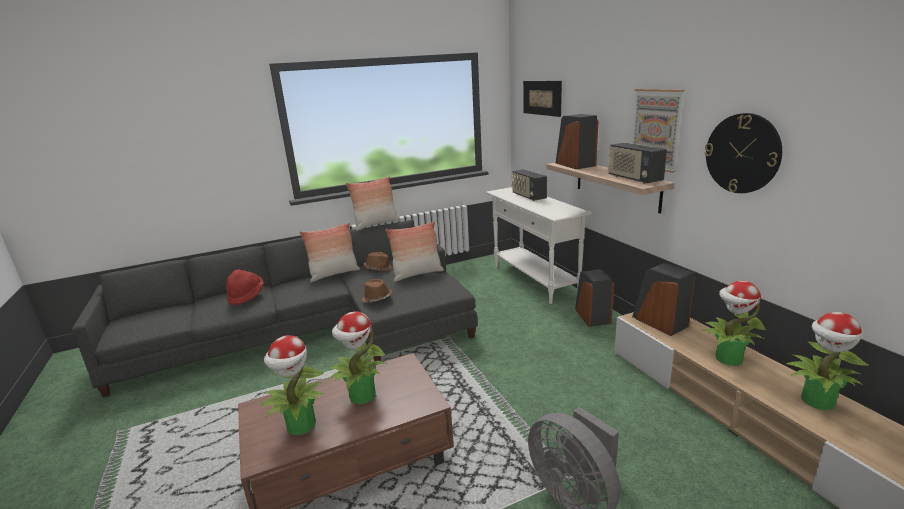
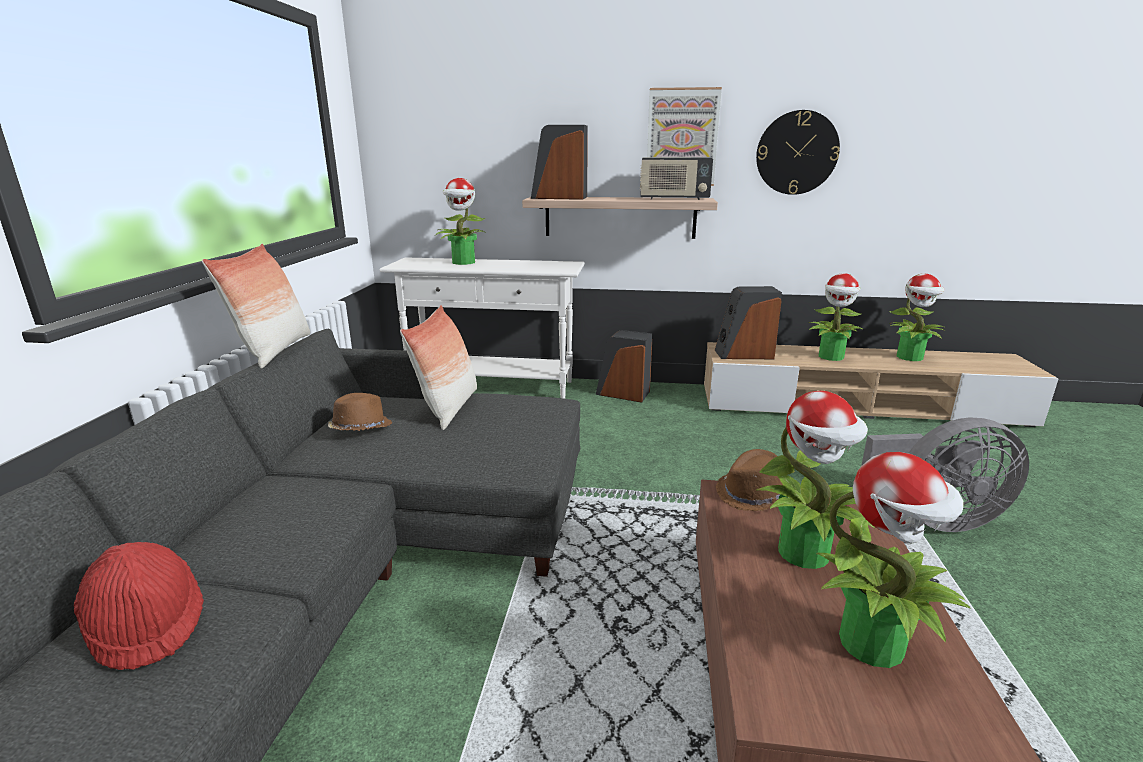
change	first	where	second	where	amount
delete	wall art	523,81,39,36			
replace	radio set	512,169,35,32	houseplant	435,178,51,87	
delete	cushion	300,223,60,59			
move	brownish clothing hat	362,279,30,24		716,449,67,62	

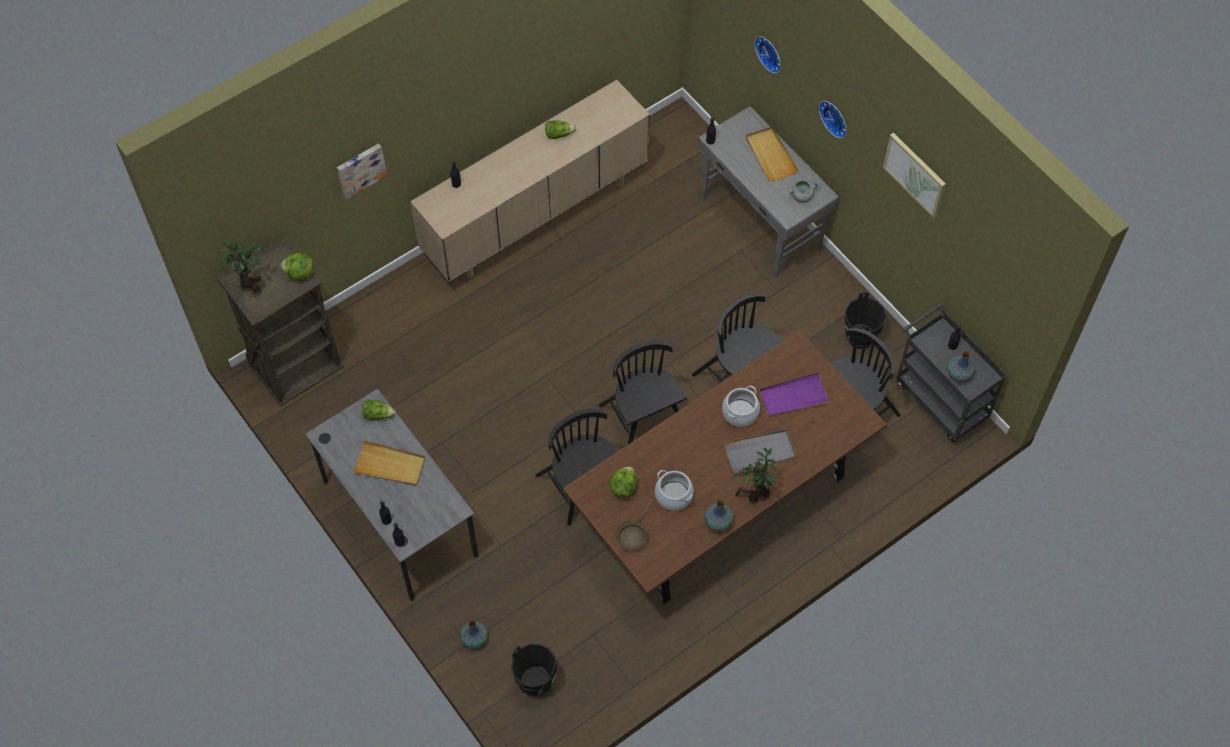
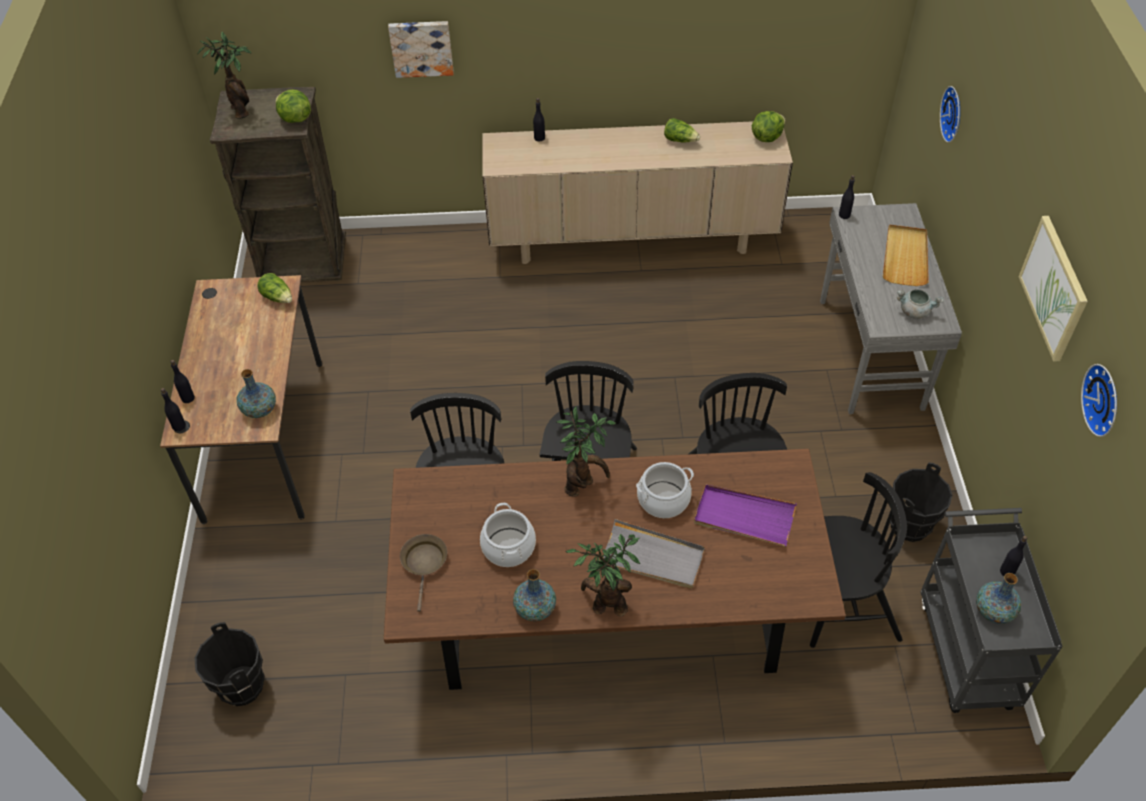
change	first	where	second	where	amount
move	wall clock	819,101,28,37		1081,364,36,73	
recolor	grey desk table	305,389,173,212	brownish desk table	160,275,162,249	
delete	sand-coloured serving tray	353,440,73,46			
move	head of lettuce	609,466,29,33		752,111,33,31	
rotate	brownish skillet	616,502,36,48		400,534,47,78	120 degrees clockwise
move	flower vase	460,620,28,29		237,369,39,49	
insert			houseplant	556,407,60,90	

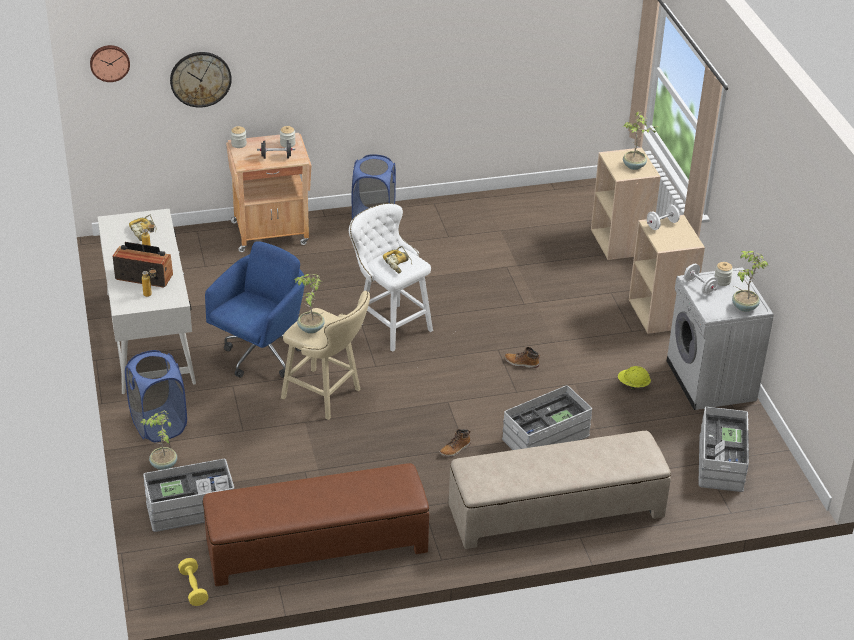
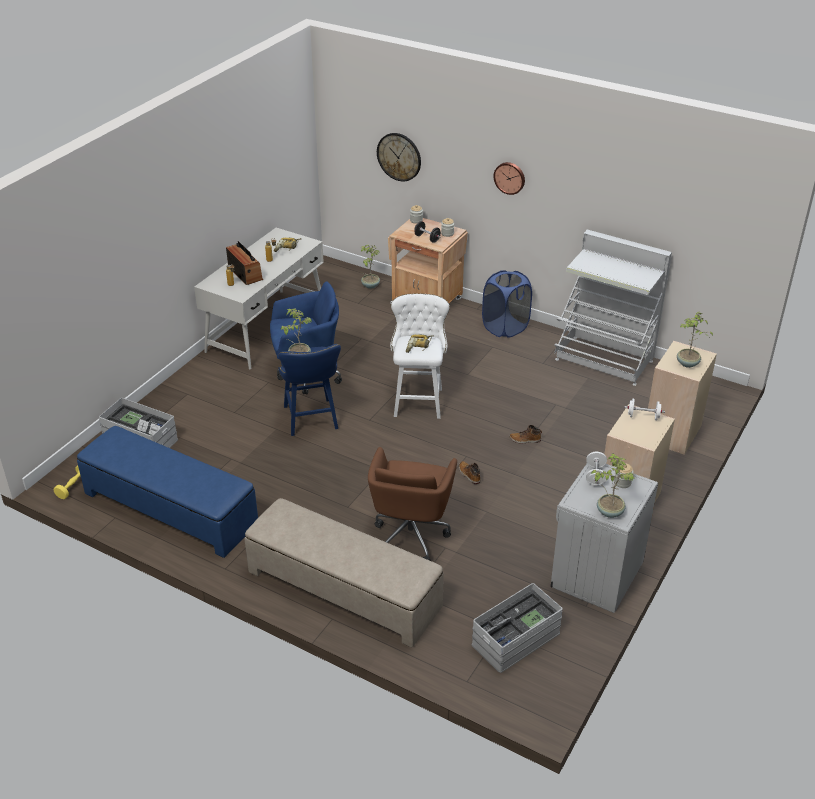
change	first	where	second	where	amount
move	wall clock	90,45,40,37		493,162,32,33	
recolor	sand-coloured sitting stool	281,291,89,129	blue-coloured sitting stool	278,344,63,92	
delete	blue-coloured laundry basket	125,350,62,92			
delete	yellowish work helmet	618,366,33,24			
replace	grey storage bin	502,385,90,65	brownish office chair	368,447,89,114	
move	houseplant	141,410,36,60		360,245,20,44	
move	tall boot	440,429,31,28		510,425,32,18	
recolor	brownish long seat	203,463,226,123	blue-coloured long seat	77,426,181,132	
insert			white shoe shelf	554,230,118,156	

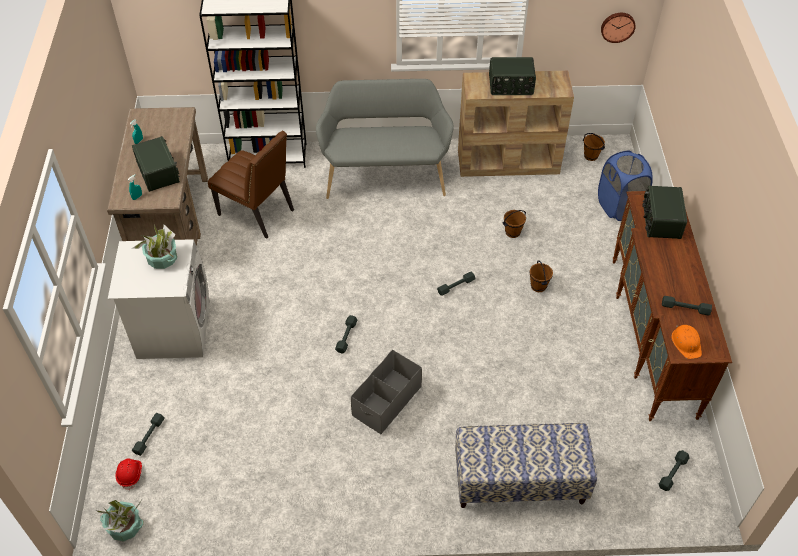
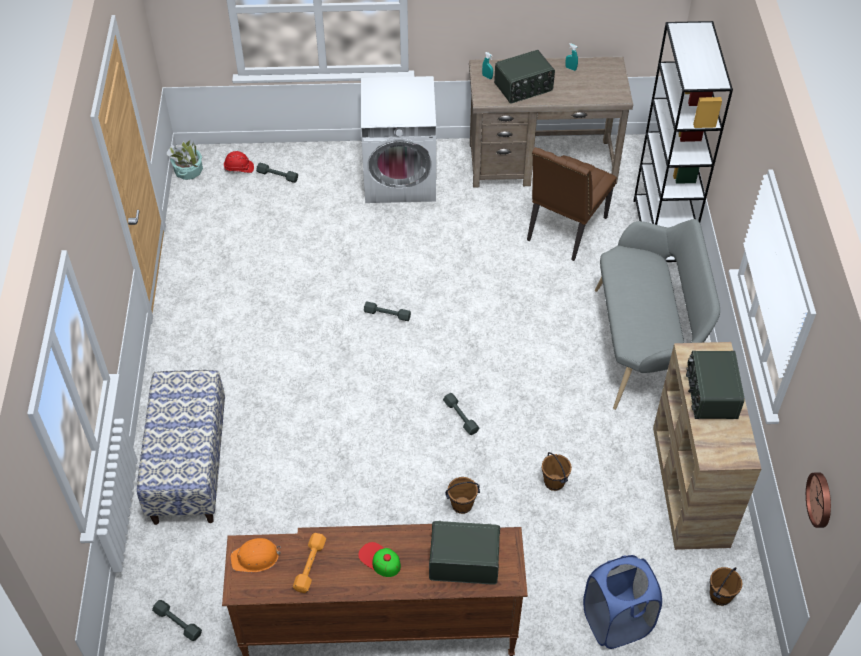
change	first	where	second	where	amount
delete	houseplant	133,224,44,45			
recolor	grey dumbbell	662,296,50,19	orange-coloured dumbbell	293,533,33,60	
delete	grey storage bin	351,349,71,86			
insert			cap	358,542,43,35	

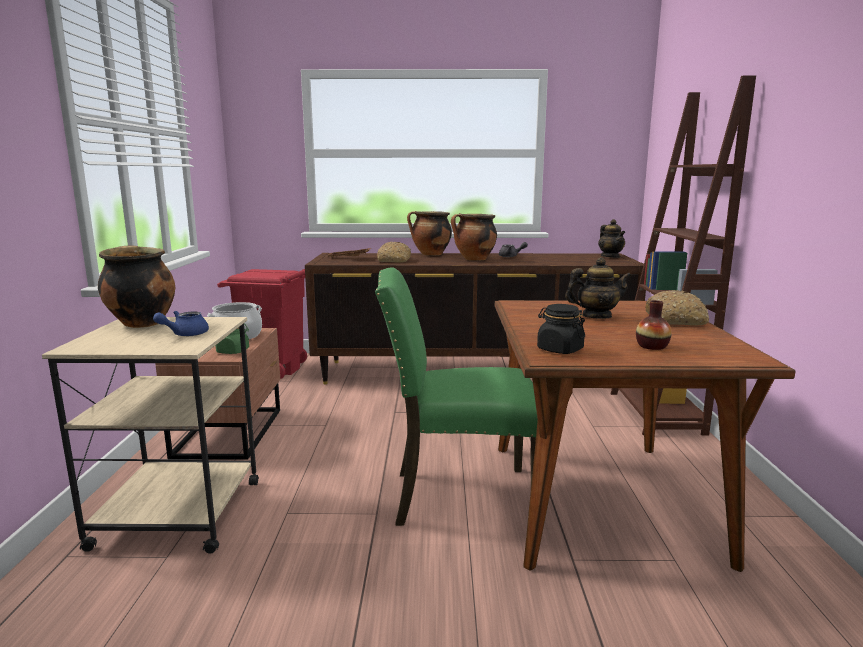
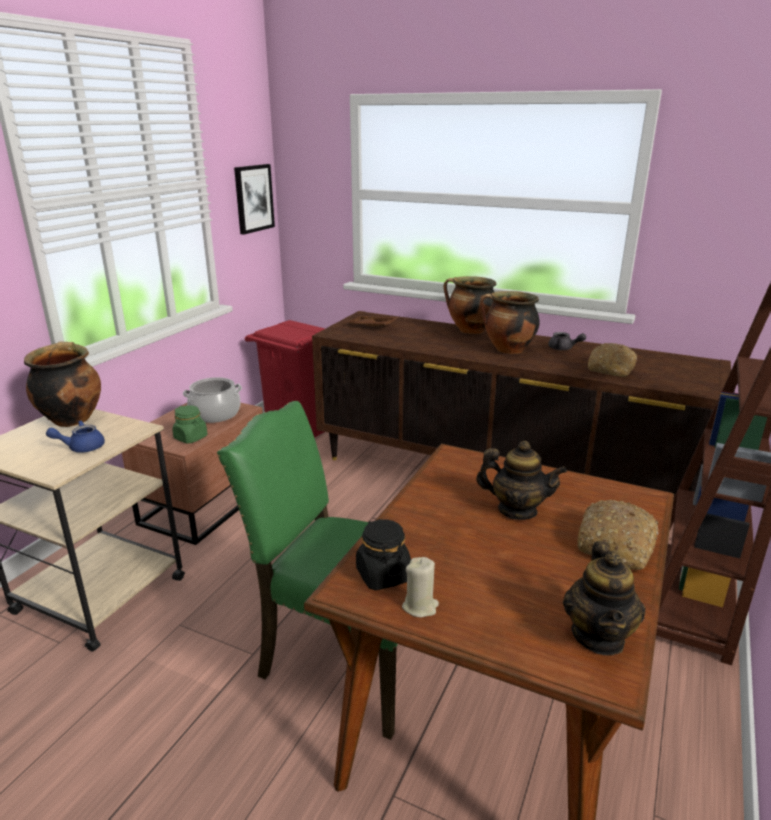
change	first	where	second	where	amount
move	tea pot	598,219,27,39		563,541,82,114	
move	bakery bread	377,242,34,20		588,343,49,34	
delete	flower vase	636,300,36,50			
insert			wall art	234,164,41,71	
insert			sand-coloured wax candle	402,557,37,60	

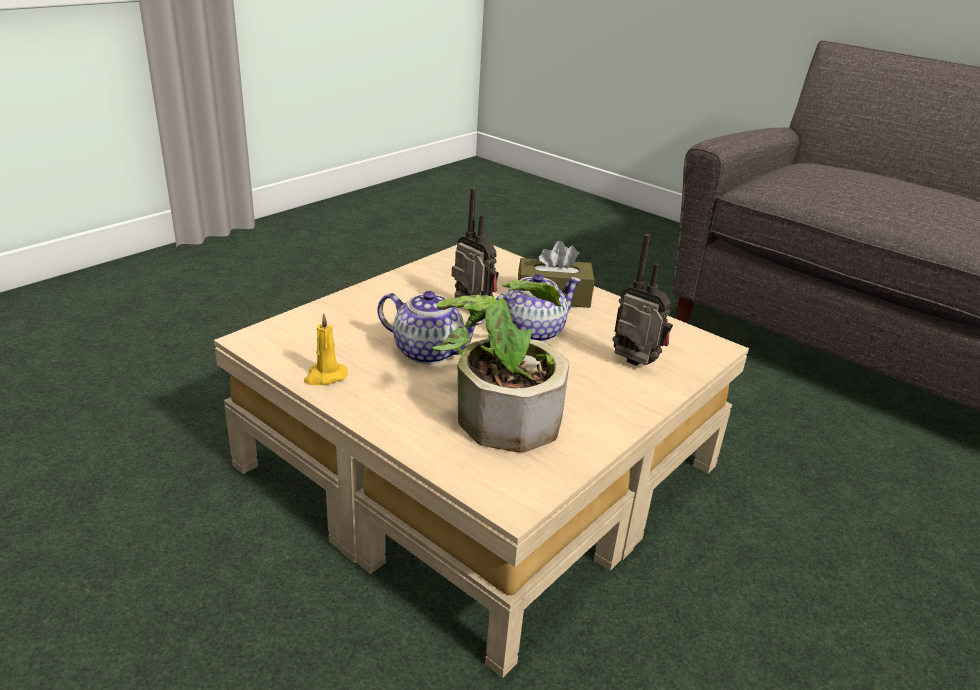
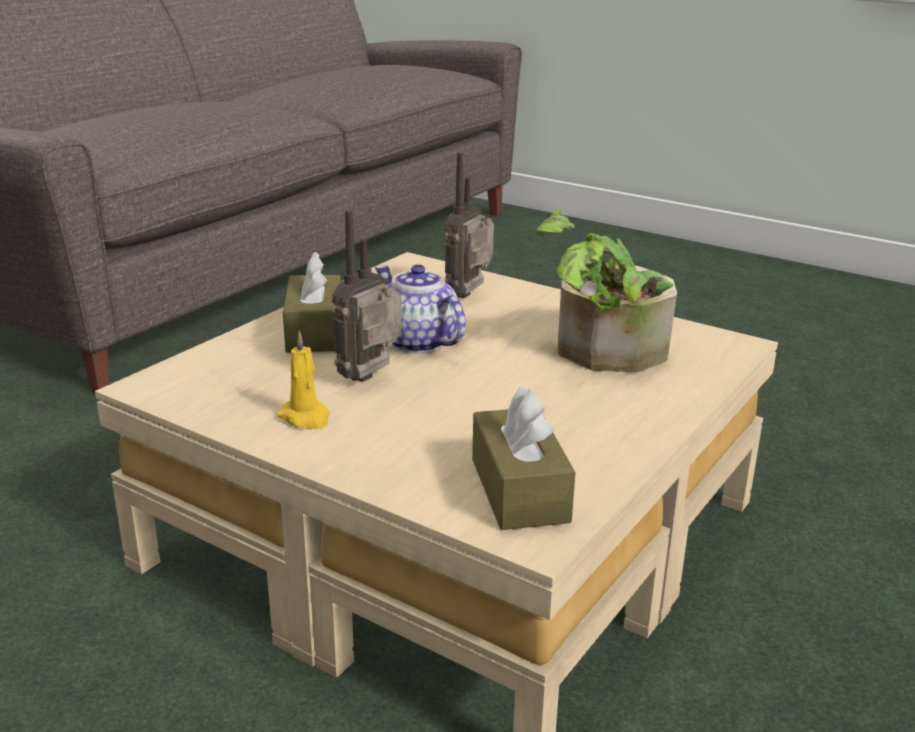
change	first	where	second	where	amount
delete	tea pot	378,291,105,73			
move	yellowish wax candle	304,313,44,72		277,330,53,99	
insert			brownish tissue holder	472,387,104,143	

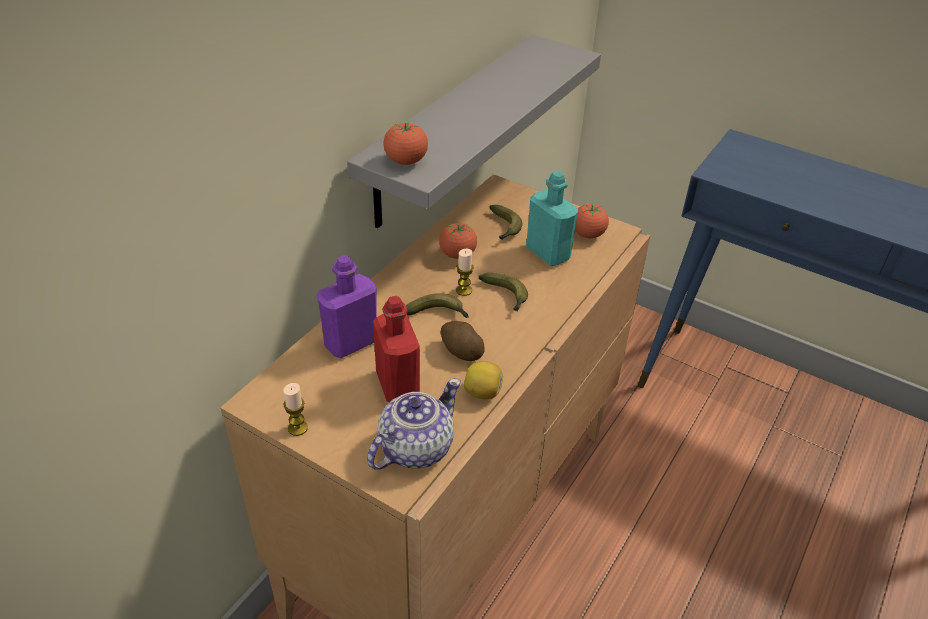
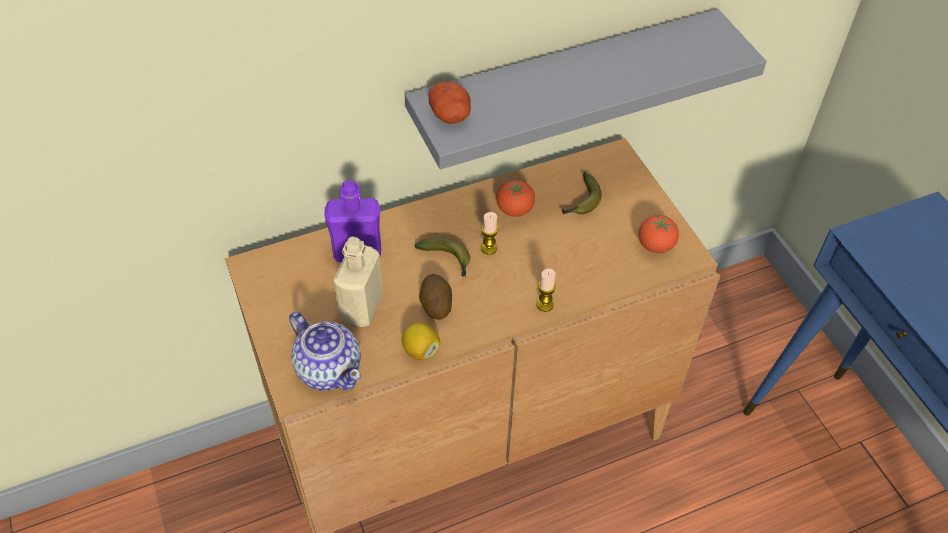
change	first	where	second	where	amount
replace	whole tomato	383,122,45,43	potato	429,81,42,43	
delete	turquoise-coloured beverage bottle	526,171,52,95			
delete	banana fruit	478,273,50,39			
recolor	red-coloured beverage bottle	373,296,47,106	sand-coloured beverage bottle	333,237,50,90	
rotate	tea pot	367,378,94,92		289,312,72,79	60 degrees clockwise
move	wax candle	283,383,25,53		536,269,20,43	

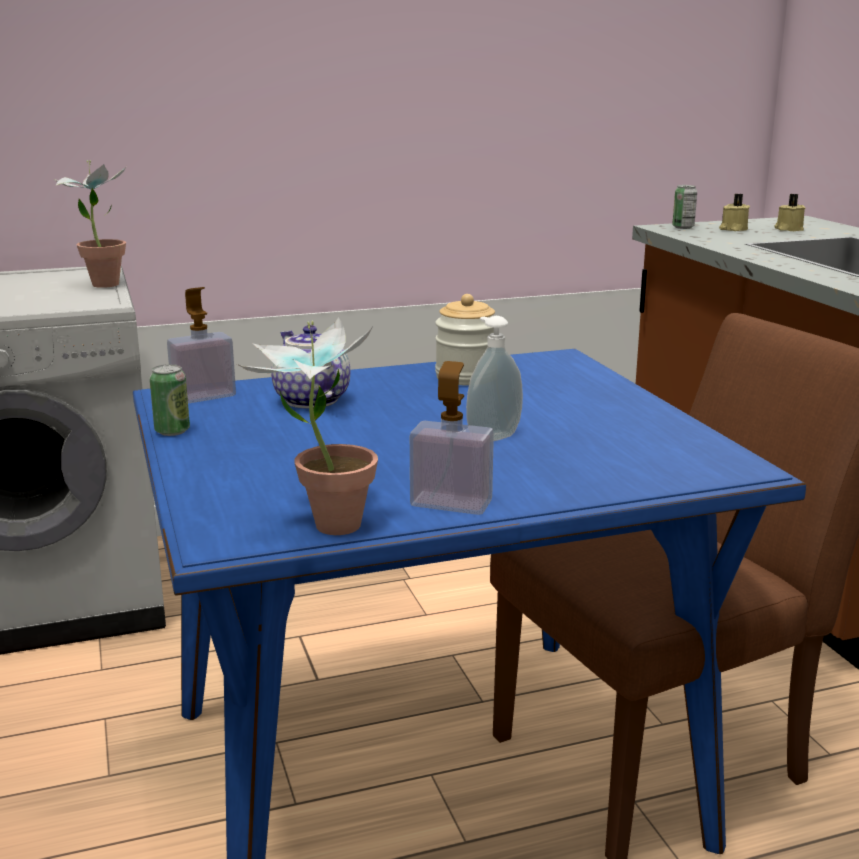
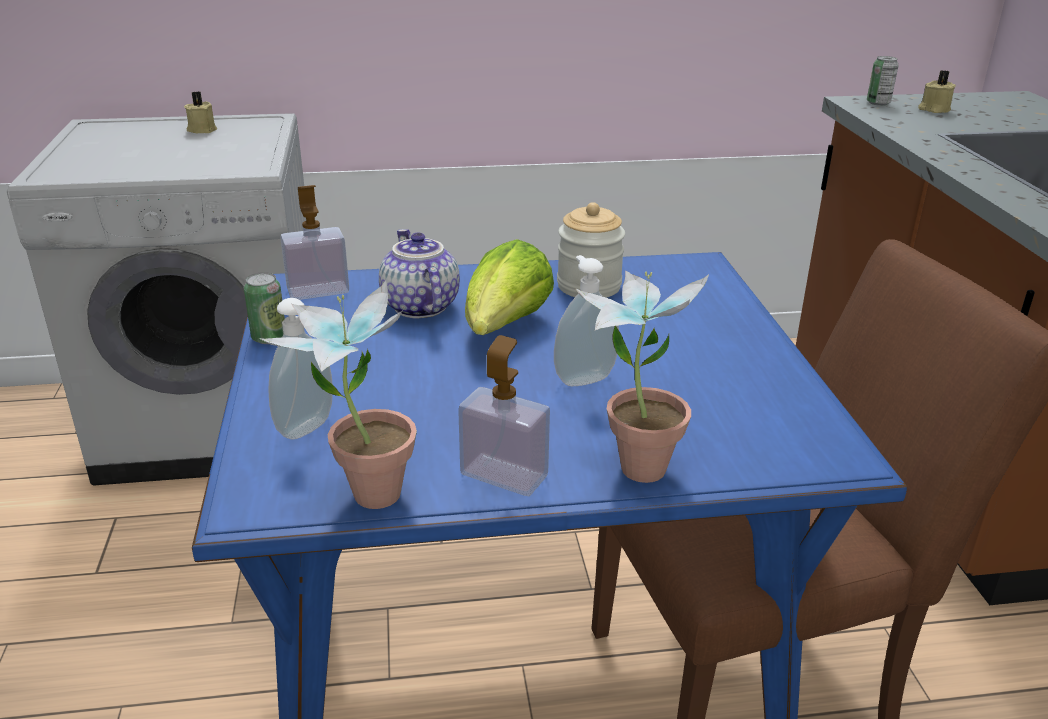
change	first	where	second	where	amount
move	houseplant	55,160,72,128		575,270,134,213	
move	sand-coloured wax candle	774,194,31,37		184,91,33,42	
insert			head of lettuce	465,239,89,96	
insert			liquid soap bottle	268,298,65,142	

